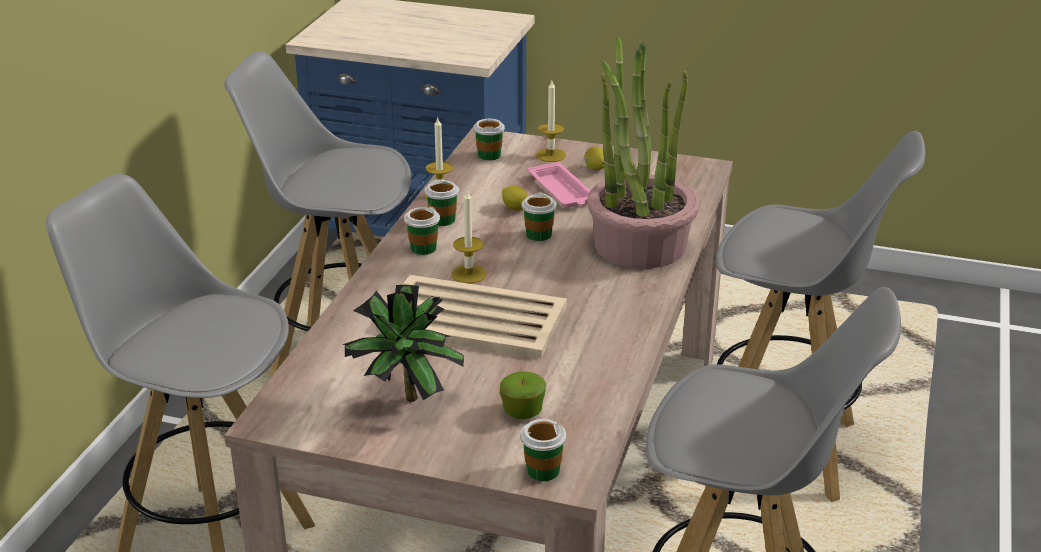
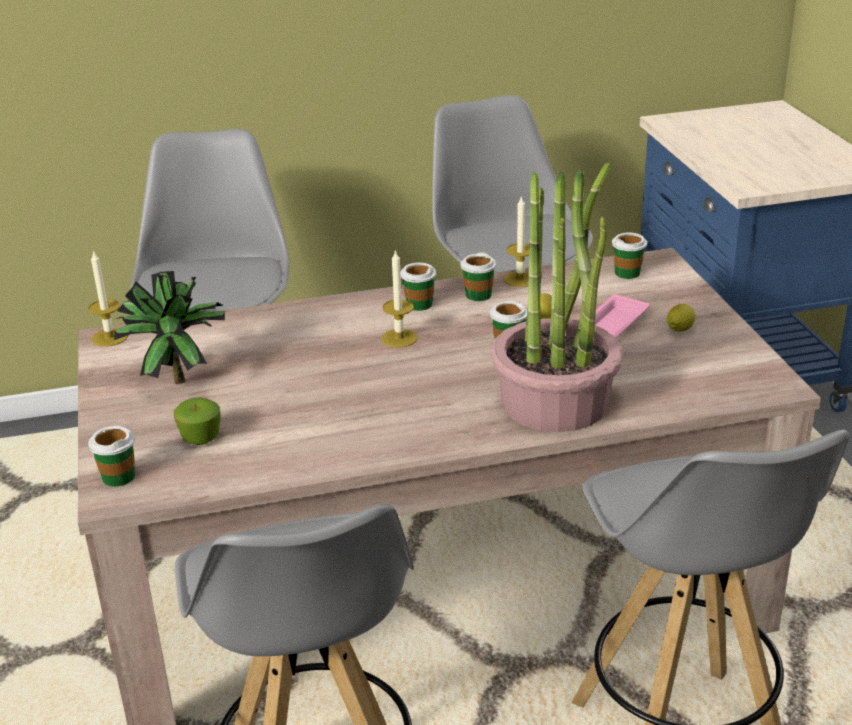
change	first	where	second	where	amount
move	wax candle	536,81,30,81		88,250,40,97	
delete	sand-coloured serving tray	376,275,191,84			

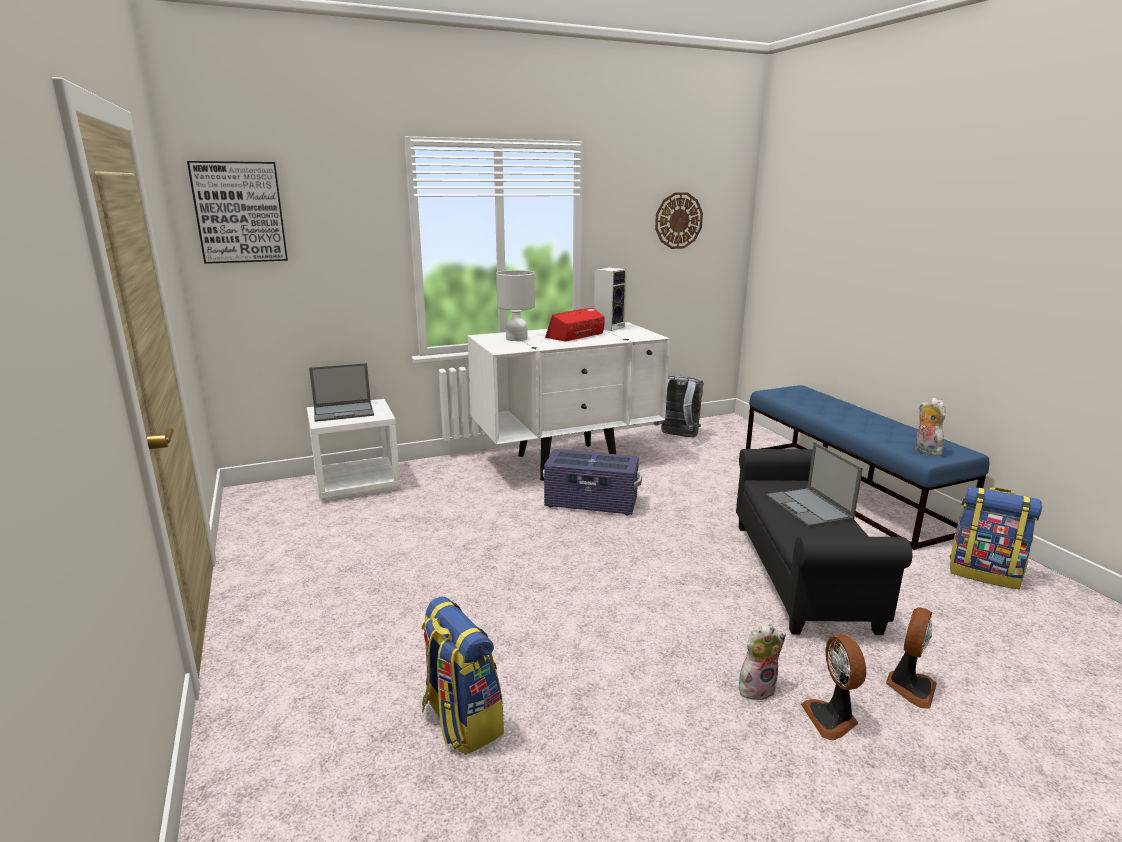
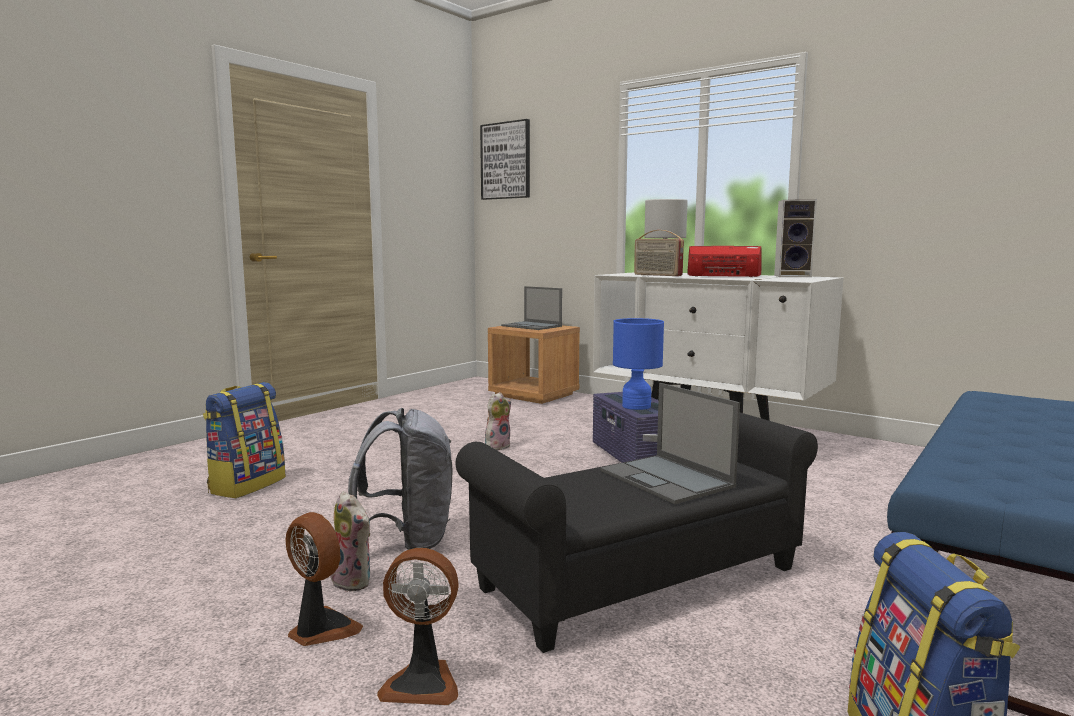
change	first	where	second	where	amount
delete	wall clock	655,192,48,57			
move	grey backpack	654,375,50,62		348,408,104,142	
move	cuddly toy	915,398,31,58		485,392,26,58	
recolor	white nightstand	307,399,94,102	brownish nightstand	488,325,92,79	
rotate	portable computer	766,442,97,85		601,383,139,121	75 degrees counterclockwise
rotate	electric fan	801,634,65,106		285,512,78,134	75 degrees clockwise
insert			radio set	634,230,50,46	
insert			blue-coloured table lamp	613,318,51,92	

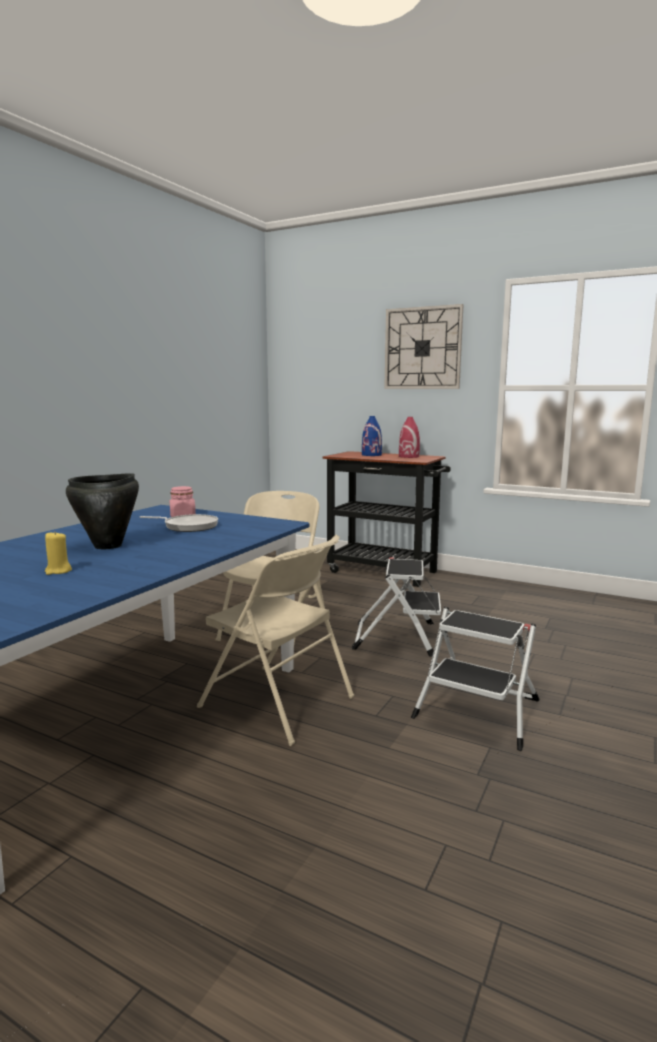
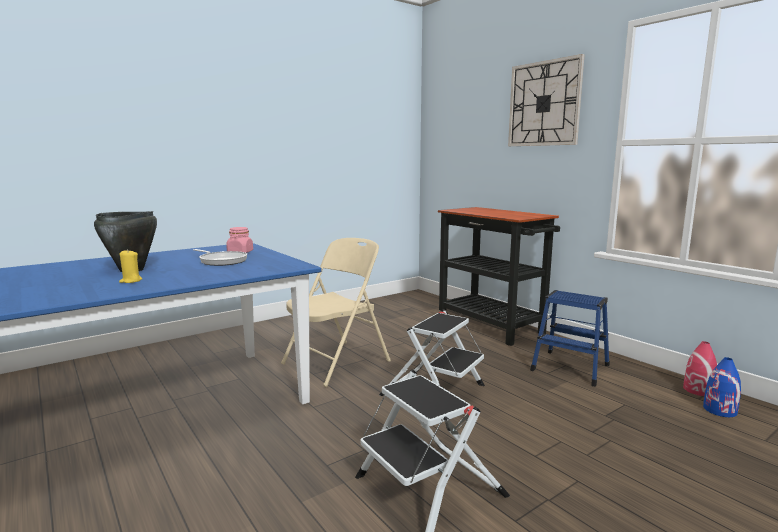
change	first	where	second	where	amount
move	blue-coloured flower vase	362,416,20,40		703,357,38,60	
move	red-coloured flower vase	399,417,21,41		683,341,34,55	
move	yellowish wax candle	45,531,27,44		119,249,23,34	
delete	sand-coloured chair	197,535,157,211			
insert			blue-coloured step stool	530,290,80,97	

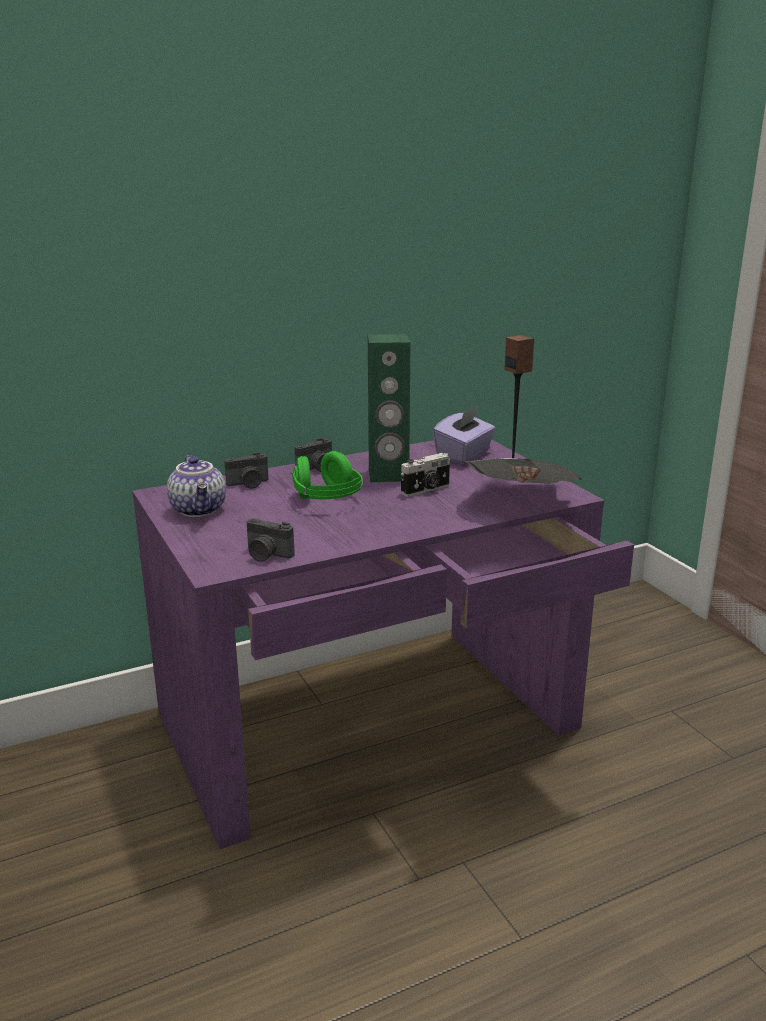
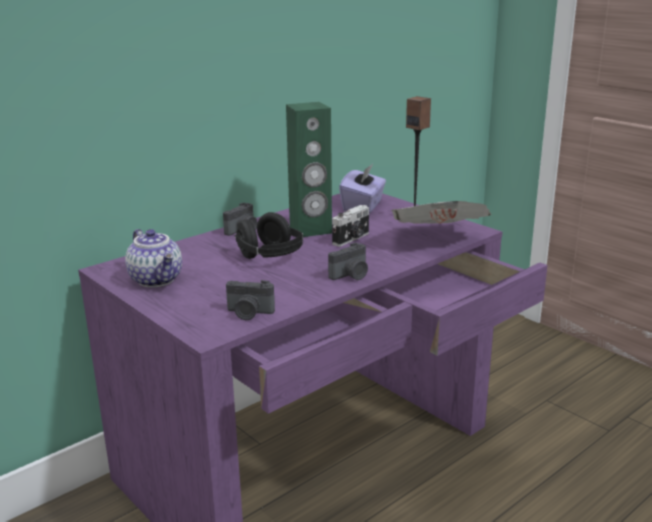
change	first	where	second	where	amount
recolor	green headset	292,451,71,48	blackish headset	234,212,69,47	
move	photo camera	224,452,45,37		328,242,40,38	

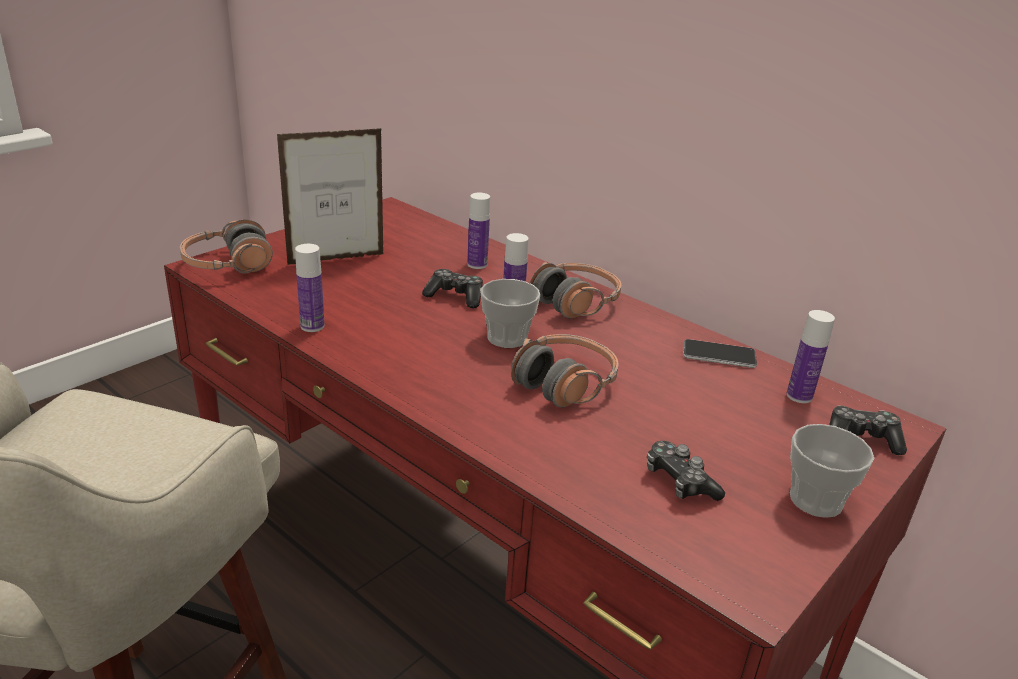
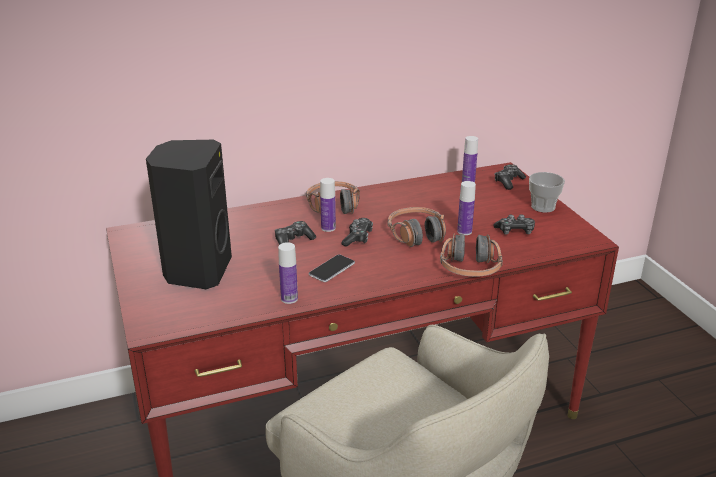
change	first	where	second	where	amount
replace	picture frame	277,128,107,137	blackish speaker	146,140,86,149	
move	beverage bottle	467,193,23,76		457,181,19,54	
move	headset	180,220,93,54		440,233,63,44	
replace	cup	480,279,60,69	game controller	341,218,32,29	
move	handset	684,339,73,29		309,254,46,28	

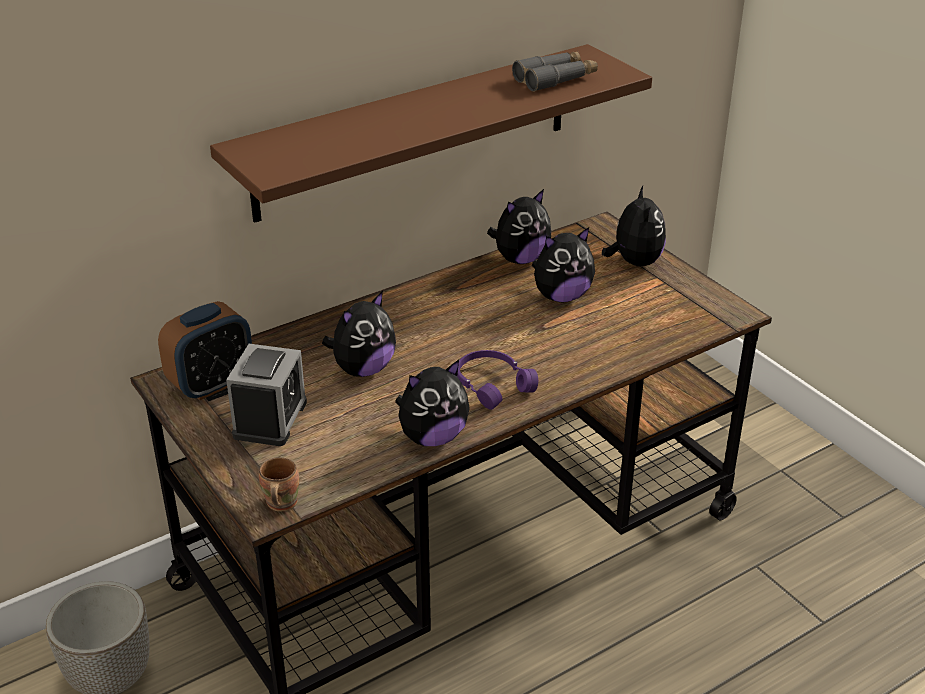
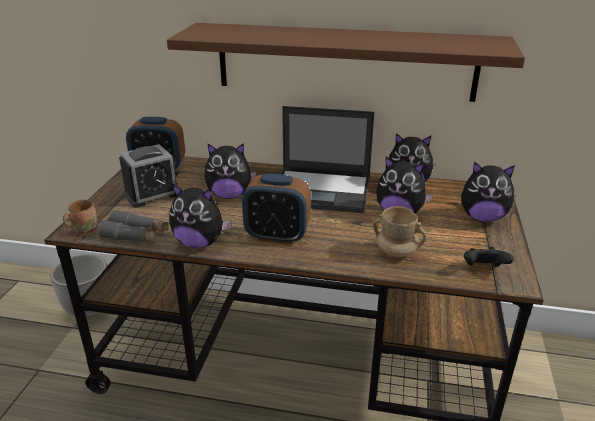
change	first	where	second	where	amount
move	grey field glasses	512,52,86,40		97,210,72,33	
rotate	cuddly toy	602,186,64,80		461,162,55,60	60 degrees clockwise
replace	purplish headset	457,350,81,60	alarm clock	242,174,69,70	
insert			portable computer	281,106,93,107	
insert			sand-coloured mug	373,206,54,53	
insert			blackish game controller	464,247,50,20	

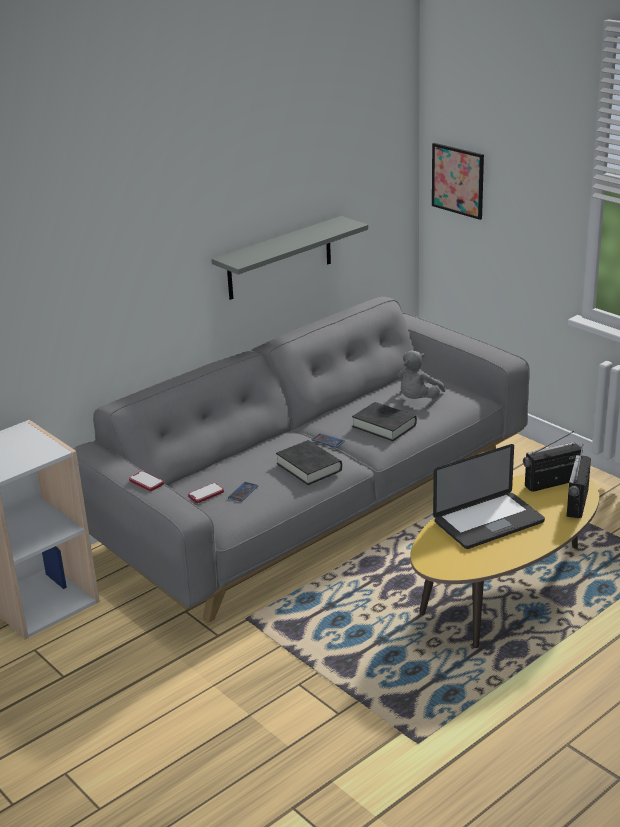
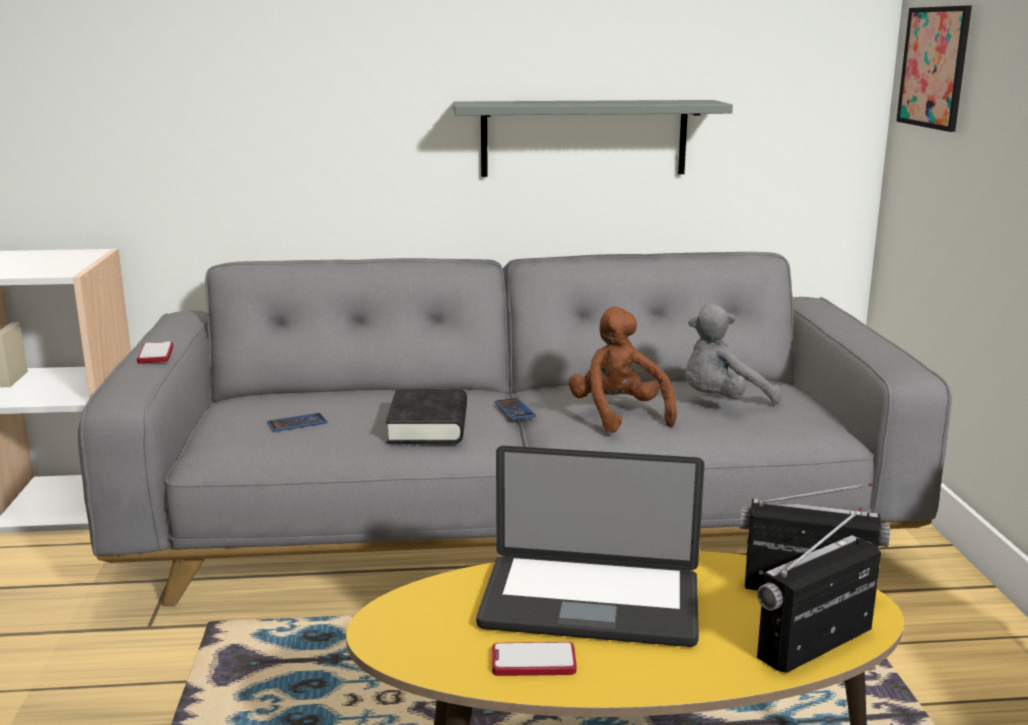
change	first	where	second	where	amount
replace	blackish bound book	352,402,65,39	brownish cuddly toy	568,307,109,126	
move	handset	188,483,36,20		492,642,84,34	

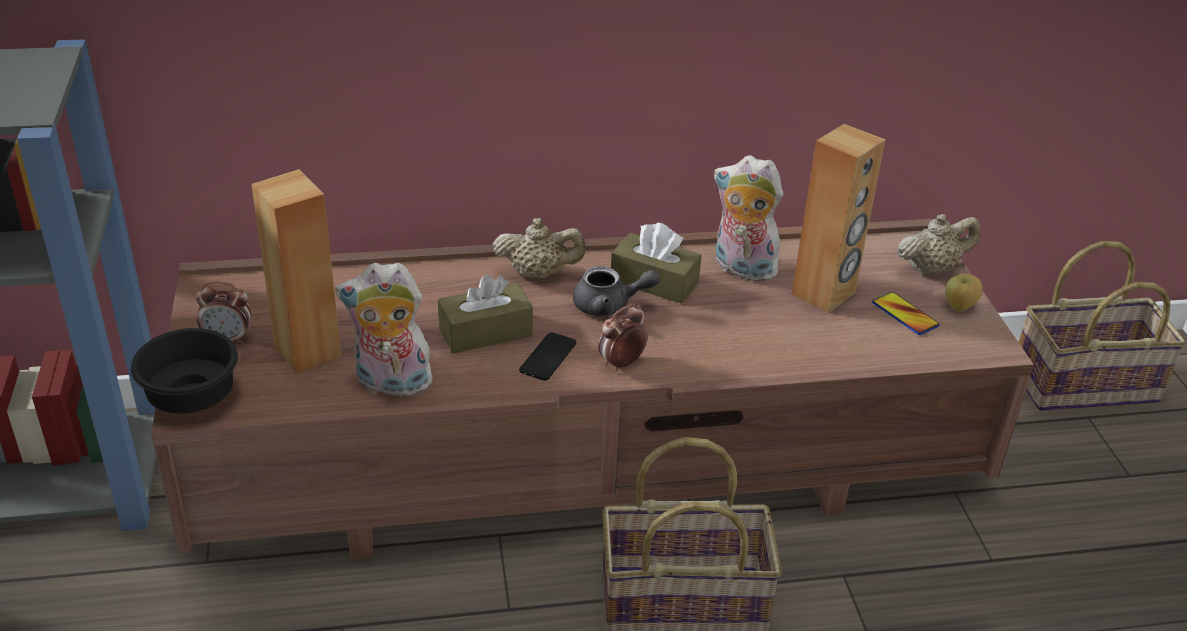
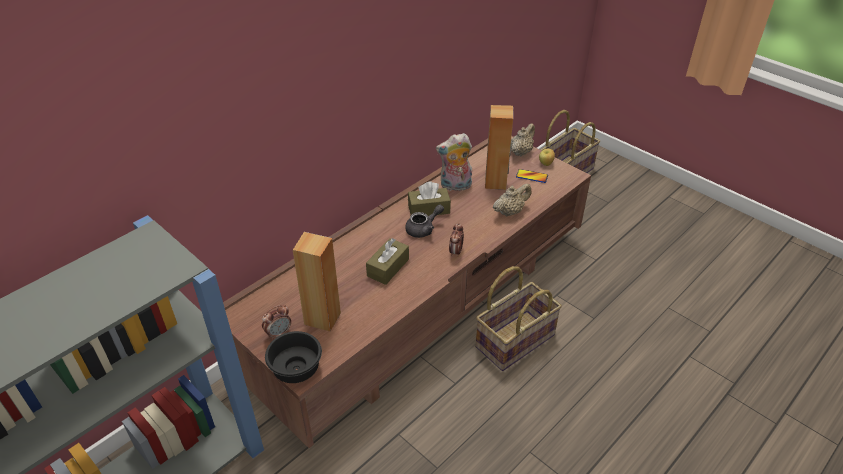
change	first	where	second	where	amount
move	sand-coloured tea pot	493,218,93,61		493,184,38,33	
delete	cuddly toy	335,263,98,134			
delete	handset	519,332,57,49			

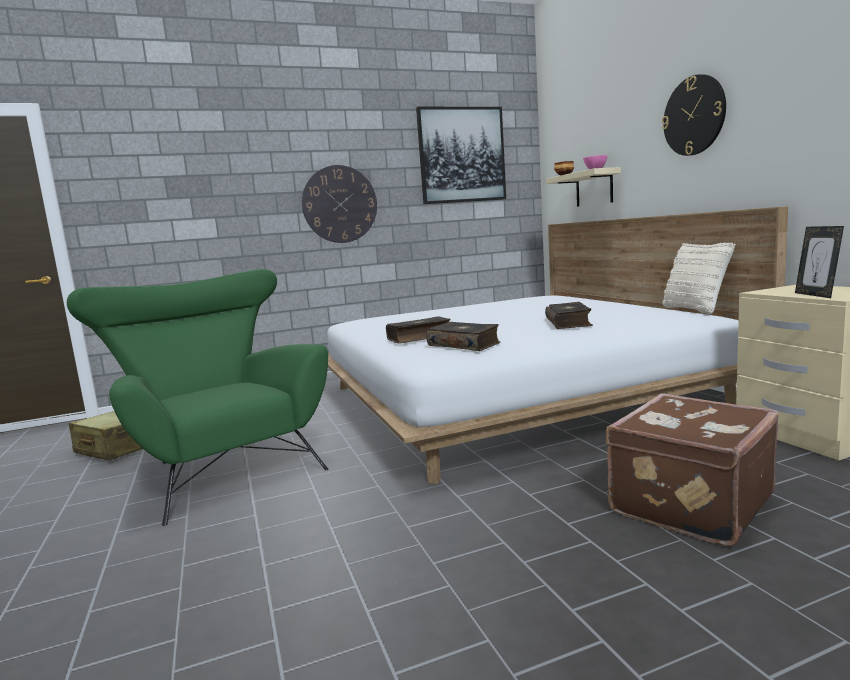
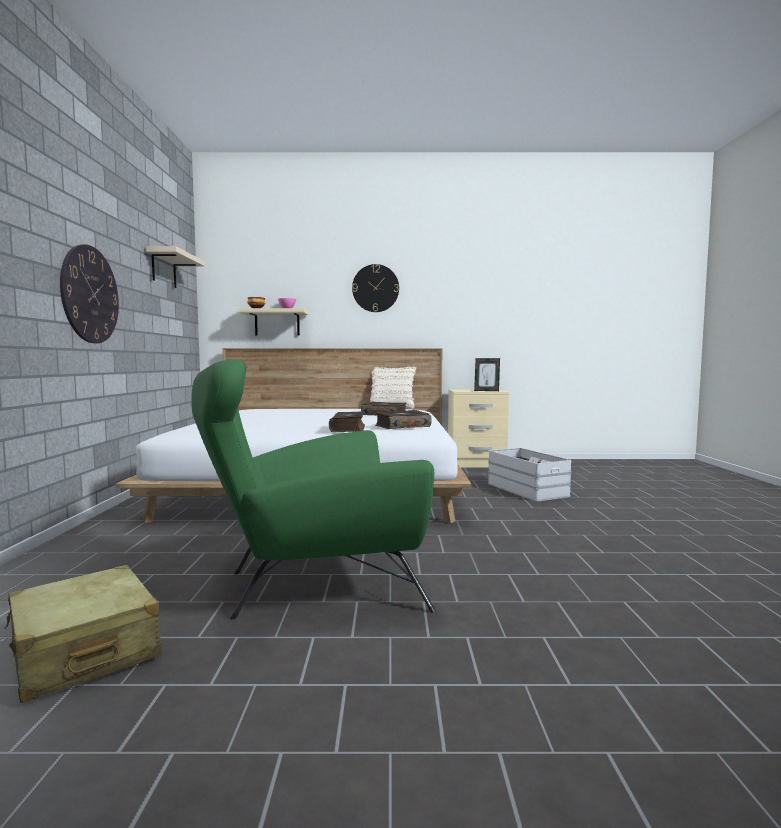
change	first	where	second	where	amount
replace	wall art	416,107,90,97	sand-coloured wall shelf	146,246,59,42	
replace	brownish travel case	606,393,173,154	grey storage bin	488,448,83,54	

